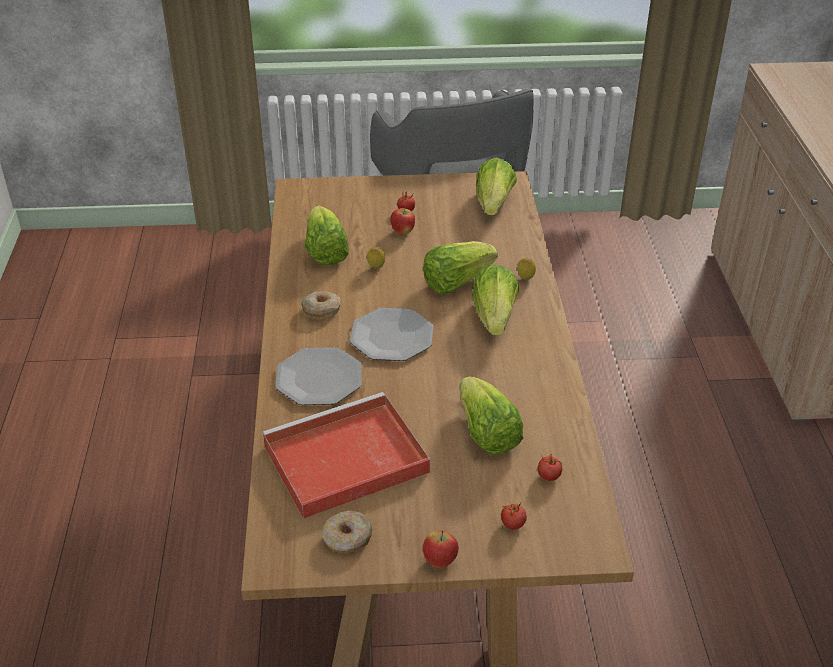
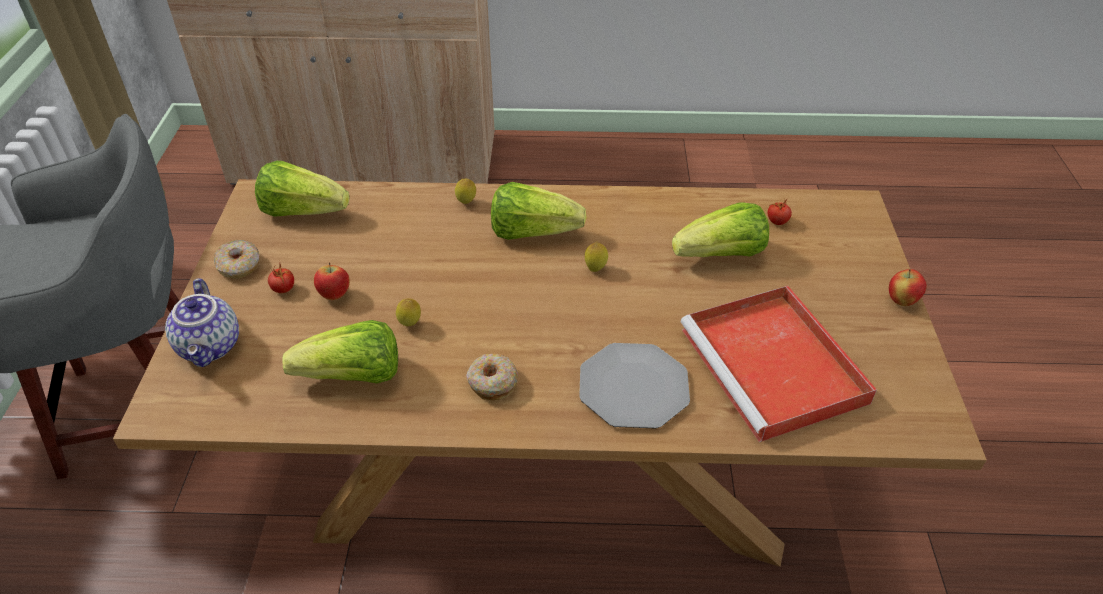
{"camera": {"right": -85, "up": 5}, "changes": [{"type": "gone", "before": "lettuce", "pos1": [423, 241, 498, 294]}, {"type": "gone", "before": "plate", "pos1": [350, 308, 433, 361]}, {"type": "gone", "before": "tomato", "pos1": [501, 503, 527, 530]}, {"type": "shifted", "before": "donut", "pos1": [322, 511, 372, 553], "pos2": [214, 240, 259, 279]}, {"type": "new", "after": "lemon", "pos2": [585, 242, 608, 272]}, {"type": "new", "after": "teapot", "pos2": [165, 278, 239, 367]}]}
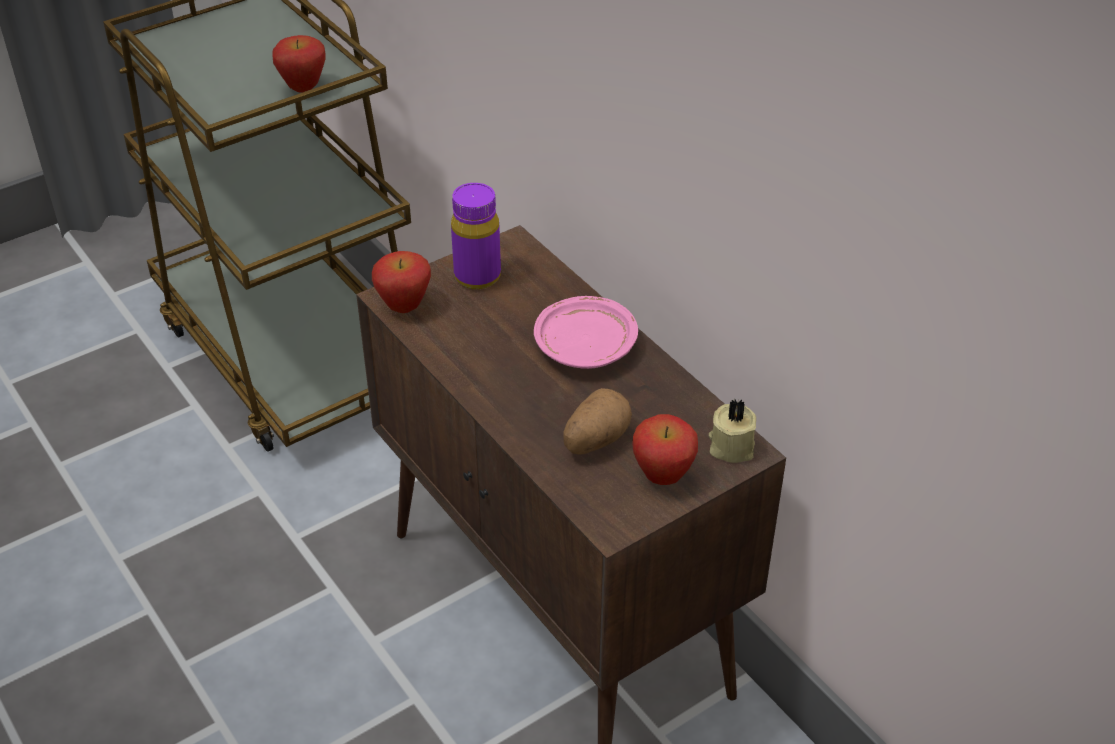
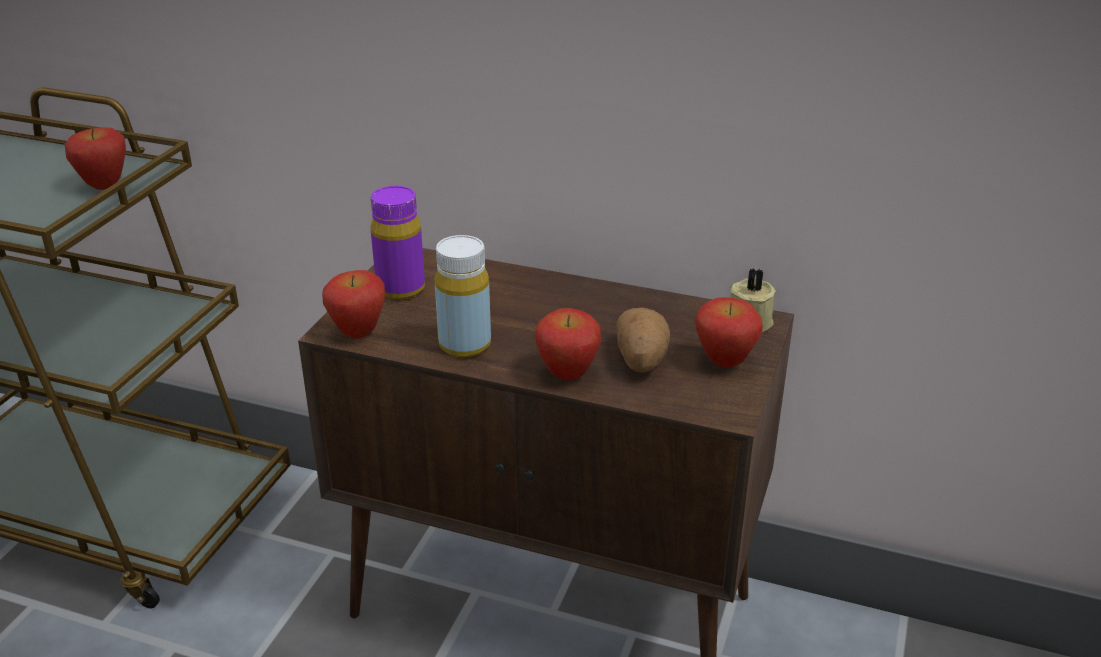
{"camera": {"right": -35, "up": -10}, "changes": [{"type": "gone", "before": "pink plate", "pos1": [534, 296, 638, 369]}, {"type": "new", "after": "yellow bottle", "pos2": [435, 235, 491, 358]}, {"type": "new", "after": "apple", "pos2": [535, 308, 601, 381]}]}
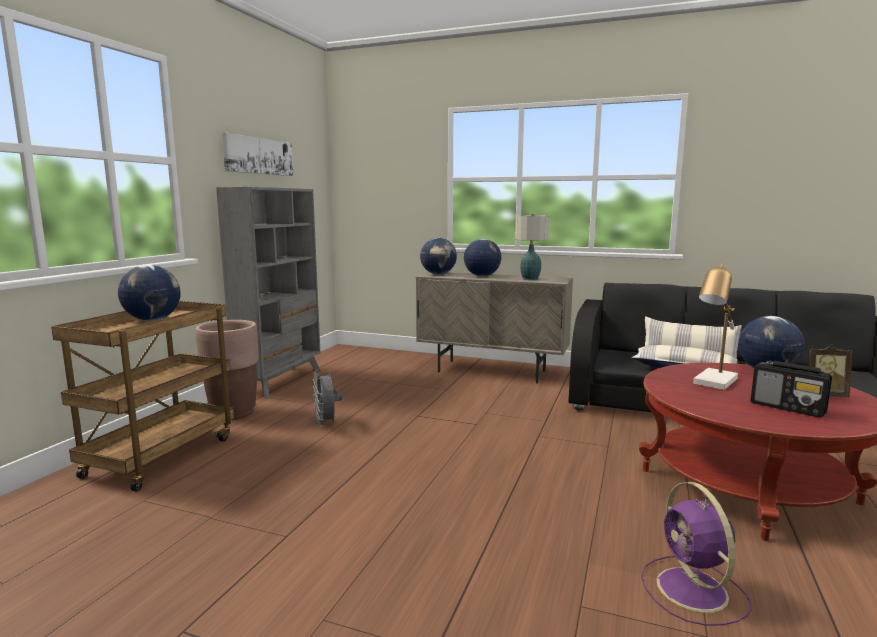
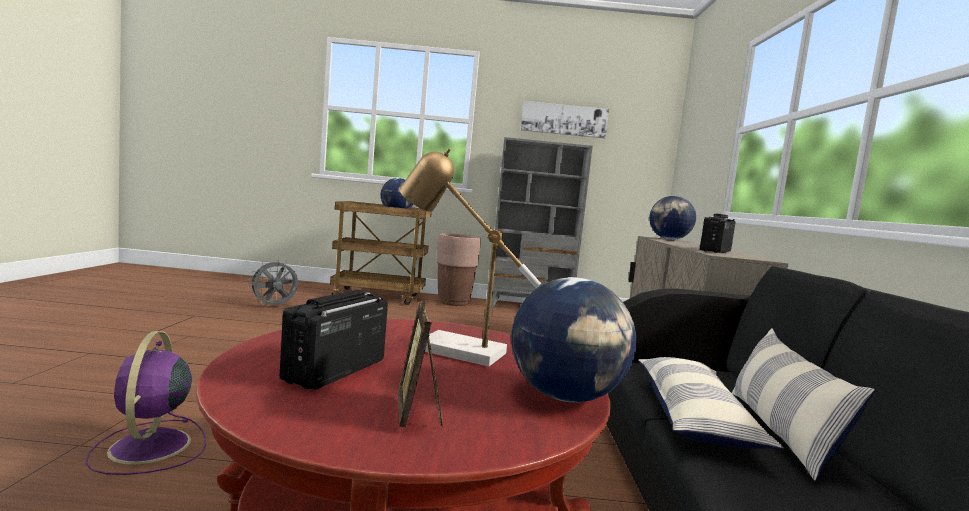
{"camera": {"right": 70, "up": -5}, "changes": [{"type": "swapped", "before": "table lamp", "after": "radio", "pos1": [515, 213, 549, 280], "pos2": [700, 214, 735, 253]}, {"type": "gone", "before": "globe", "pos1": [464, 239, 501, 276]}, {"type": "shifted", "before": "grey fan", "pos1": [313, 370, 342, 427], "pos2": [248, 259, 298, 305]}, {"type": "rotated", "before": "purple fan", "pos1": [641, 482, 752, 626], "pos2": [85, 331, 206, 475], "turn": -75}]}
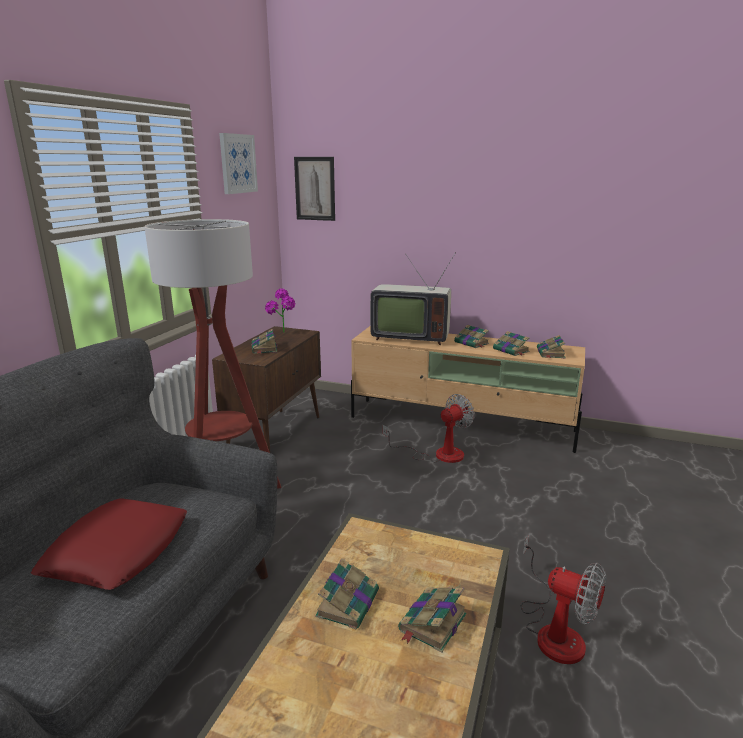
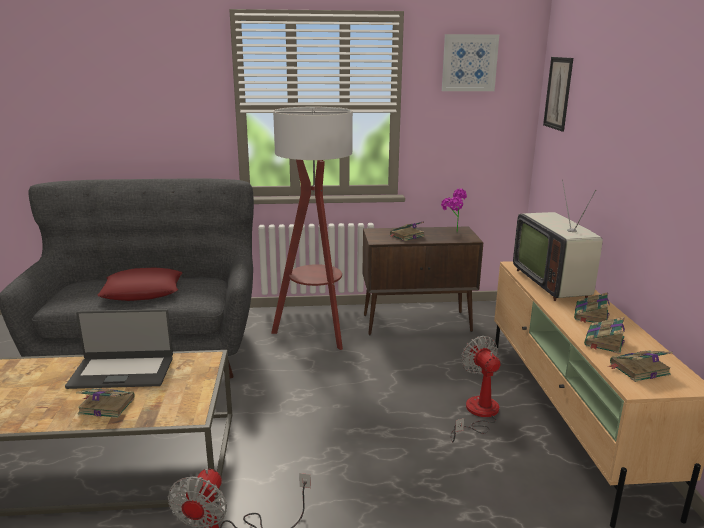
{"camera": {"right": 65, "up": 0}, "changes": [{"type": "rotated", "before": "fan", "pos1": [383, 394, 475, 463], "pos2": [450, 336, 501, 442], "turn": -135}, {"type": "swapped", "before": "book", "after": "laptop", "pos1": [315, 558, 379, 629], "pos2": [65, 309, 173, 389]}]}
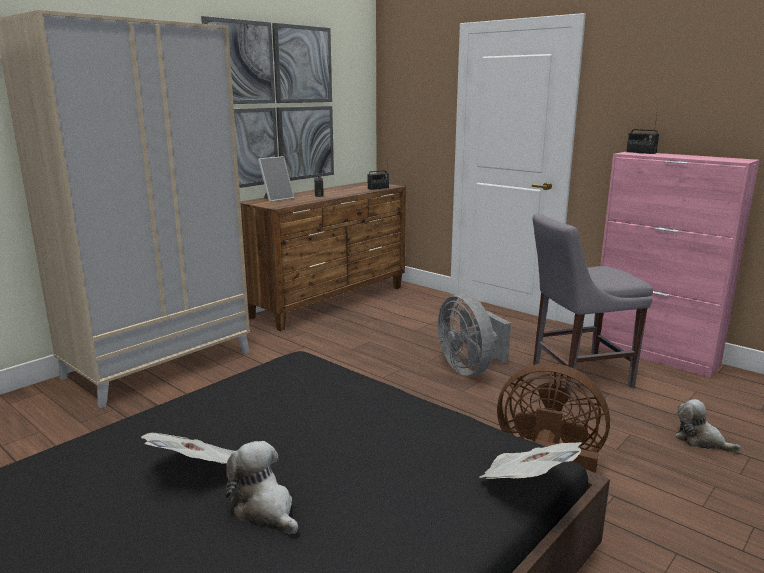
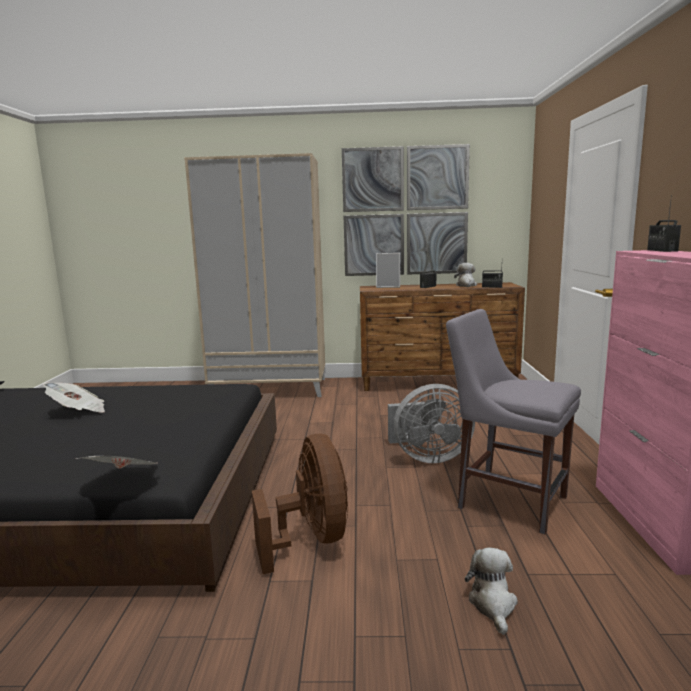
{"camera": {"right": 50, "up": -5}, "changes": [{"type": "rotated", "before": "grey fan", "pos1": [438, 294, 511, 376], "pos2": [388, 384, 475, 463], "turn": -120}, {"type": "shifted", "before": "plush toy", "pos1": [225, 441, 298, 534], "pos2": [454, 263, 477, 287]}]}
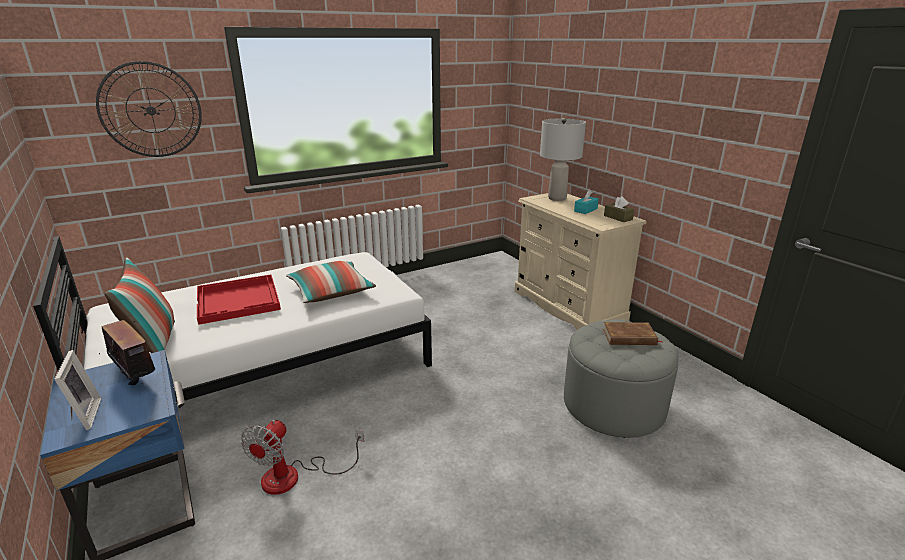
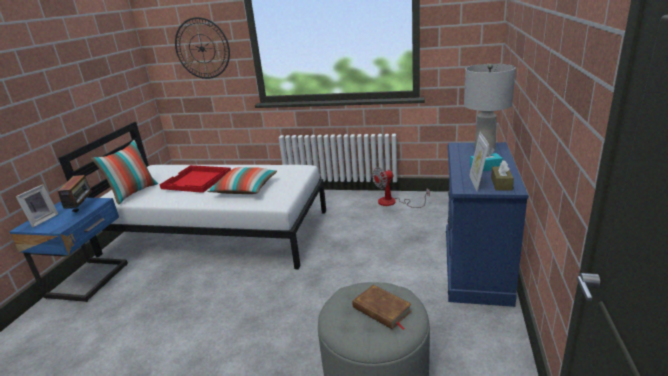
{"camera": {"right": 45, "up": 0}, "changes": [{"type": "repainted", "before": "beige dresser", "after": "blue dresser", "pos1": [515, 193, 647, 330], "pos2": [446, 142, 529, 307]}, {"type": "shifted", "before": "fan", "pos1": [241, 420, 364, 495], "pos2": [372, 167, 430, 208]}, {"type": "new", "after": "picture frame", "pos2": [469, 132, 489, 192]}]}
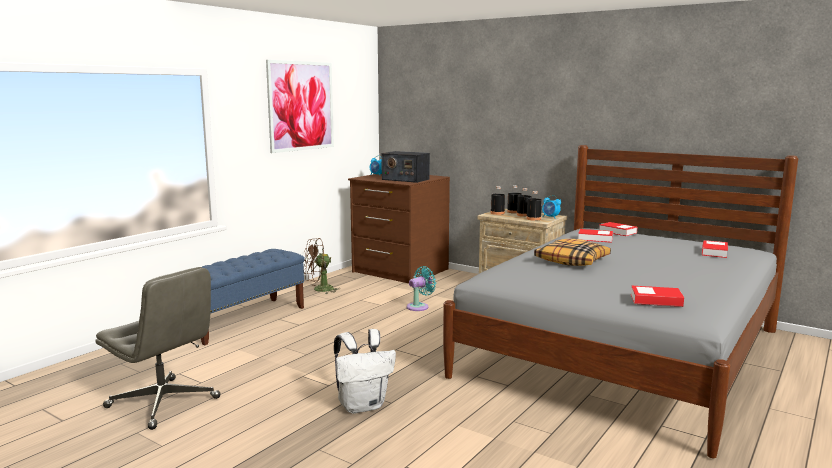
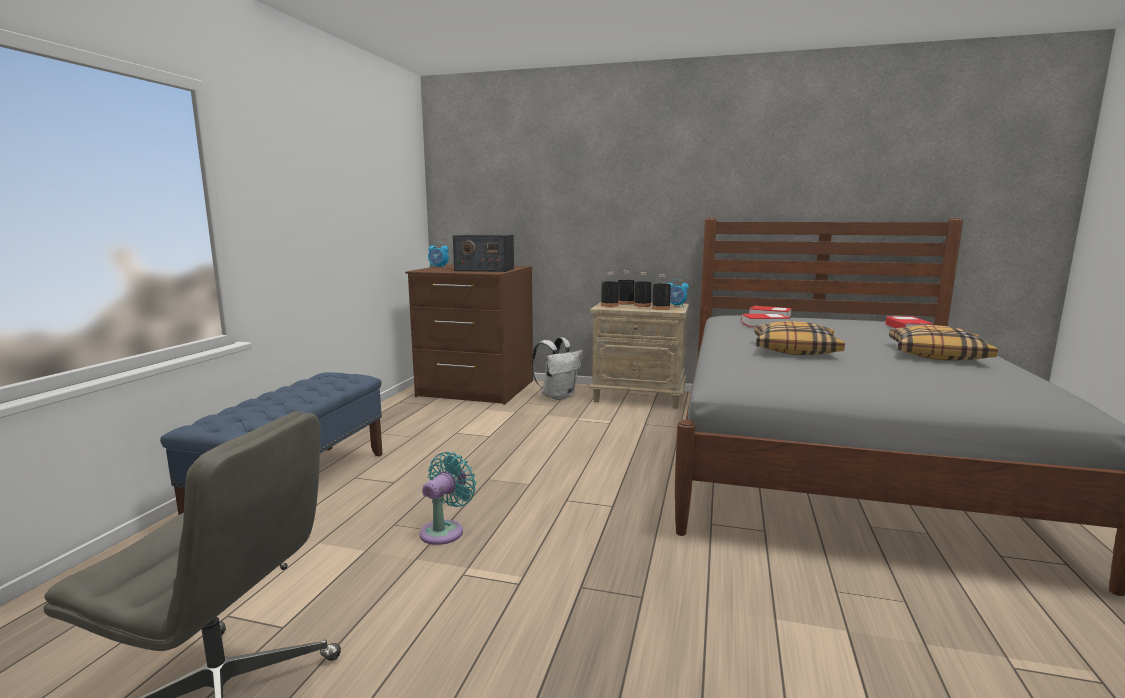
{"camera": {"right": -20, "up": 0}, "changes": [{"type": "gone", "before": "picture", "pos1": [266, 60, 334, 153]}, {"type": "gone", "before": "brown fan", "pos1": [305, 238, 341, 294]}, {"type": "shifted", "before": "turquoise fan", "pos1": [407, 266, 436, 311], "pos2": [420, 452, 476, 545]}, {"type": "gone", "before": "book", "pos1": [631, 286, 684, 307]}, {"type": "shifted", "before": "white backpack", "pos1": [334, 329, 396, 414], "pos2": [532, 337, 583, 400]}, {"type": "new", "after": "pillow", "pos2": [889, 325, 998, 361]}]}
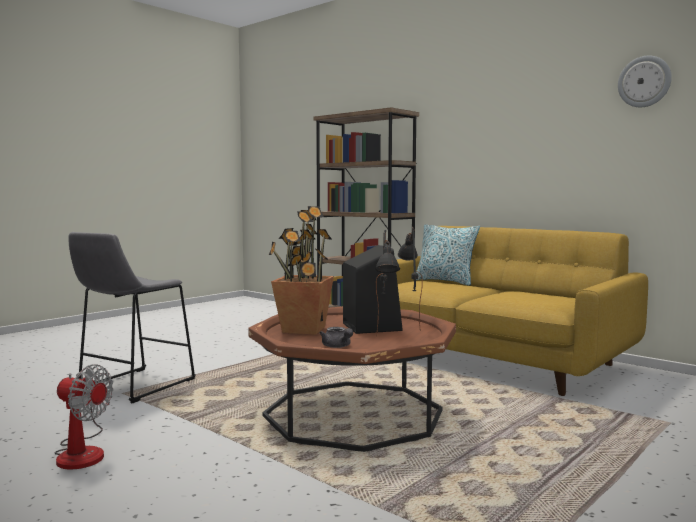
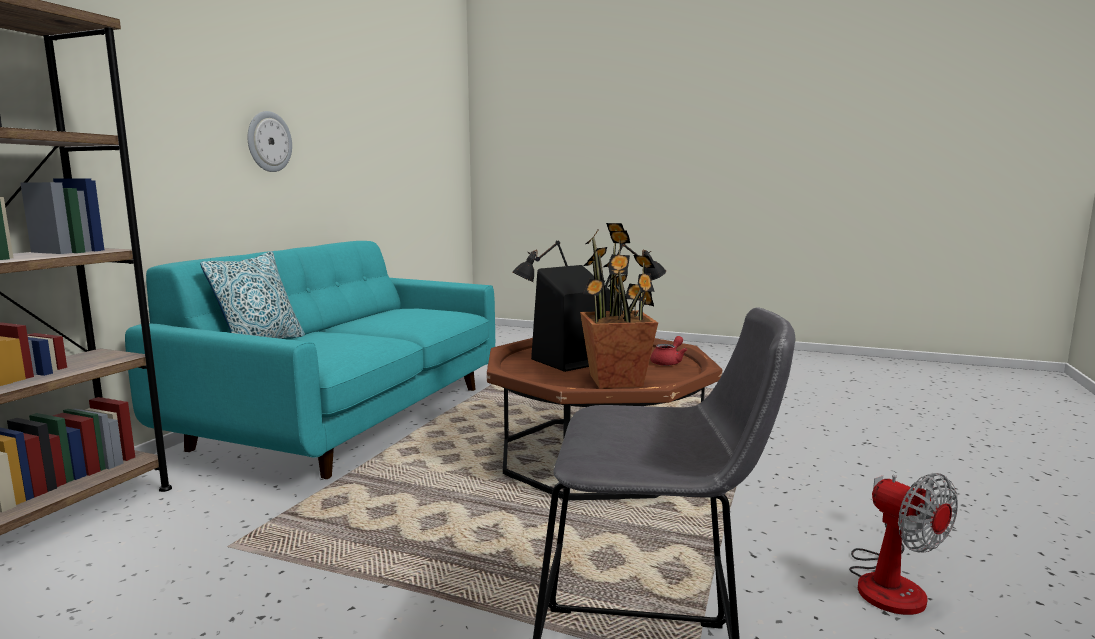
{"camera": {"right": -110, "up": 5}, "changes": [{"type": "shifted", "before": "wall clock", "pos1": [618, 56, 672, 107], "pos2": [248, 111, 292, 172]}, {"type": "repainted", "before": "yellow sofa", "after": "turquoise sofa", "pos1": [396, 226, 648, 396], "pos2": [125, 241, 495, 479]}, {"type": "repainted", "before": "grey teapot", "after": "red teapot", "pos1": [320, 327, 353, 348], "pos2": [650, 336, 687, 366]}, {"type": "rotated", "before": "fan", "pos1": [55, 365, 113, 470], "pos2": [849, 473, 958, 615], "turn": 150}]}
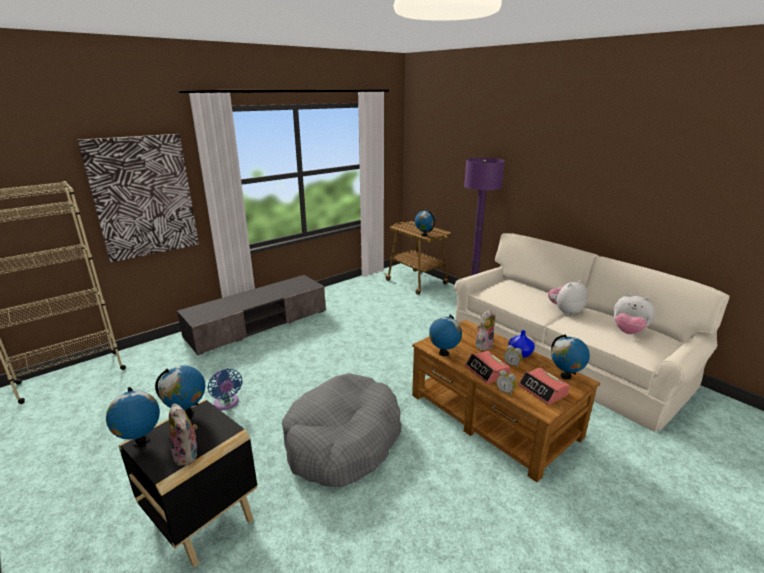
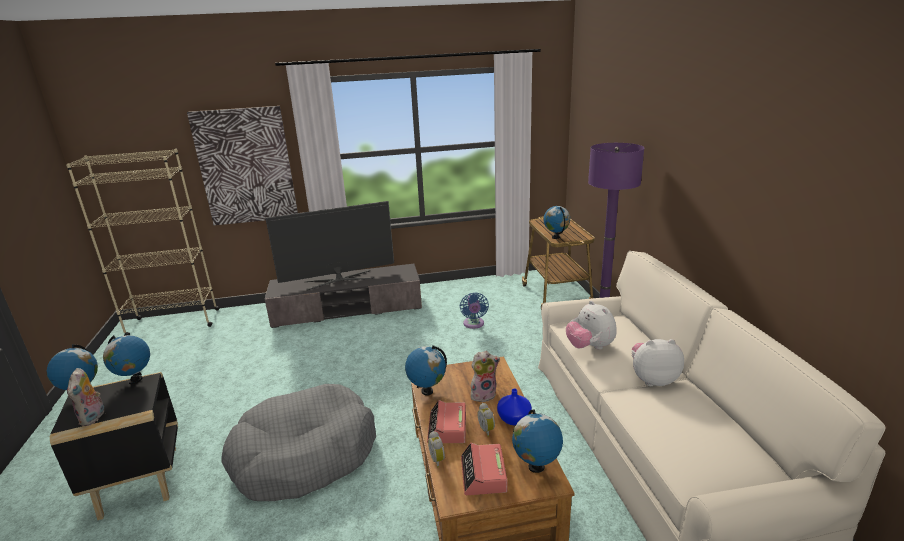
{"camera": {"right": 30, "up": 0}, "changes": [{"type": "shifted", "before": "plush toy", "pos1": [613, 293, 655, 334], "pos2": [566, 301, 617, 350]}, {"type": "shifted", "before": "blue fan", "pos1": [208, 368, 243, 410], "pos2": [460, 292, 489, 329]}, {"type": "new", "after": "television", "pos2": [265, 201, 394, 290]}]}
